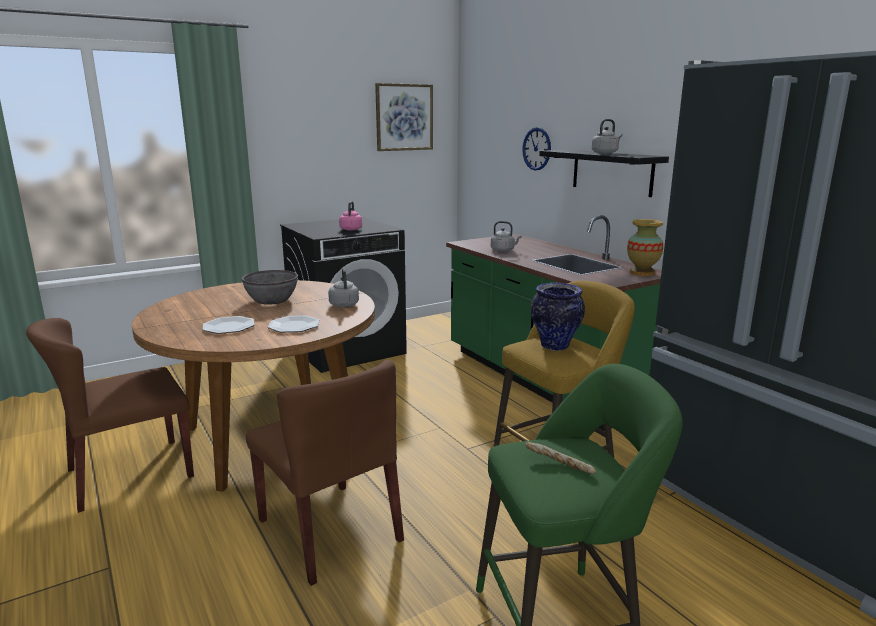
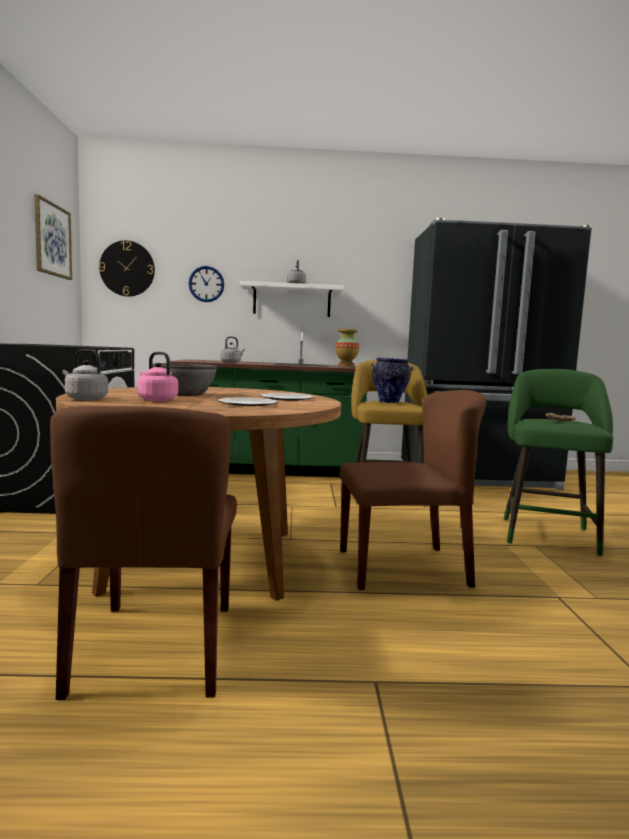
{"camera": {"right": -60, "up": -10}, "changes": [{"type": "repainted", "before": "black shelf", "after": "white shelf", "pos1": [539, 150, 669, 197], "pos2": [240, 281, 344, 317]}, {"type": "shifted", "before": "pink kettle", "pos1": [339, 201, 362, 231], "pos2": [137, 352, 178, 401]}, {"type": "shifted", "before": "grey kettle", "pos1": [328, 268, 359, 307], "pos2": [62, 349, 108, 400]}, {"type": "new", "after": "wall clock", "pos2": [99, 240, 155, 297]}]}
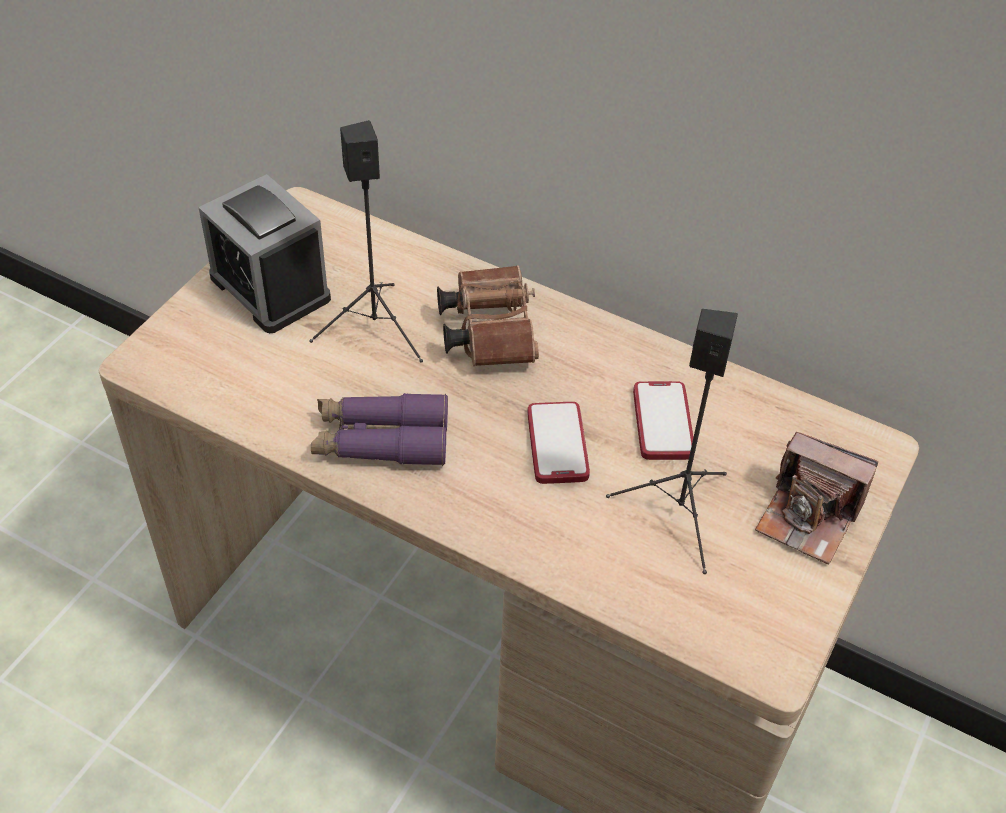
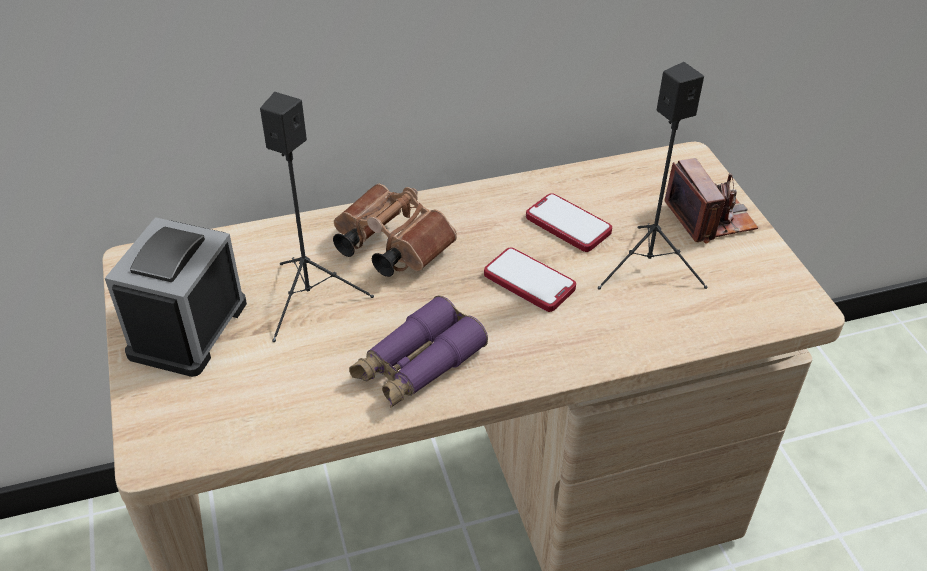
{"camera": {"right": -45, "up": -5}, "changes": [{"type": "rotated", "before": "alarm clock", "pos1": [198, 174, 331, 333], "pos2": [105, 217, 247, 377], "turn": 105}, {"type": "rotated", "before": "photo camera", "pos1": [755, 432, 878, 564], "pos2": [664, 158, 758, 244], "turn": -90}]}
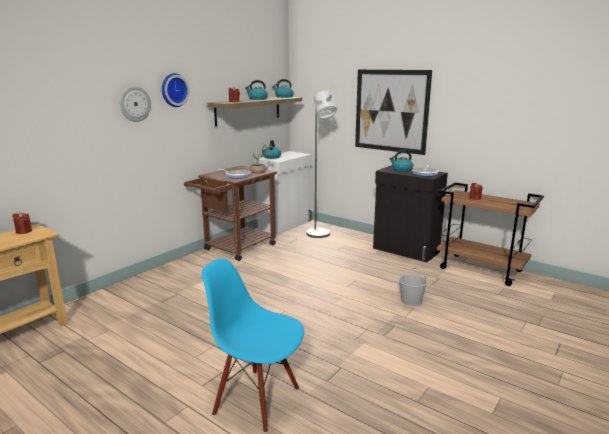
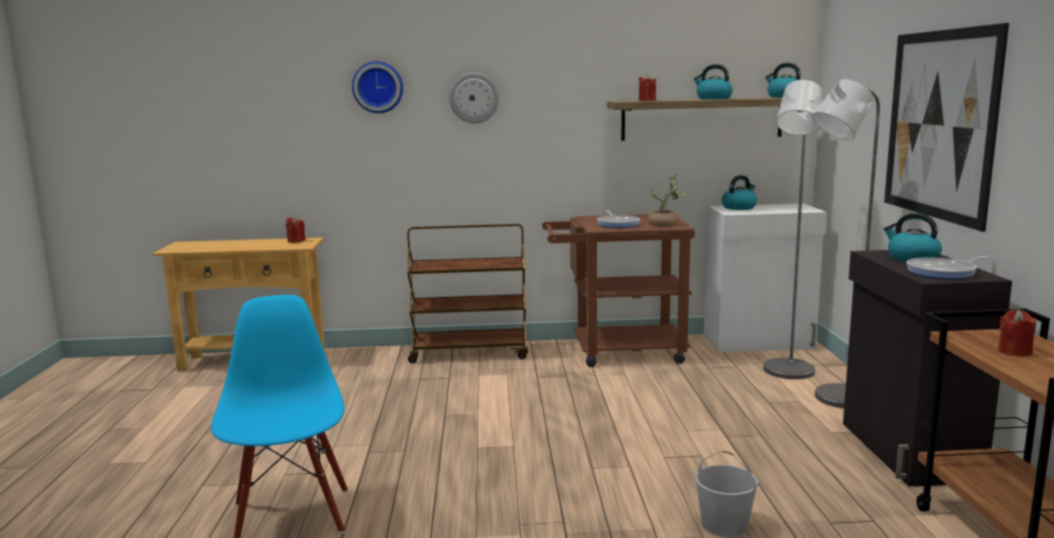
{"camera": {"right": 50, "up": -5}, "changes": [{"type": "shifted", "before": "wall clock", "pos1": [162, 73, 190, 107], "pos2": [352, 61, 403, 113]}, {"type": "new", "after": "grey floor lamp", "pos2": [812, 79, 880, 408]}, {"type": "new", "after": "brown cart", "pos2": [407, 224, 528, 363]}]}
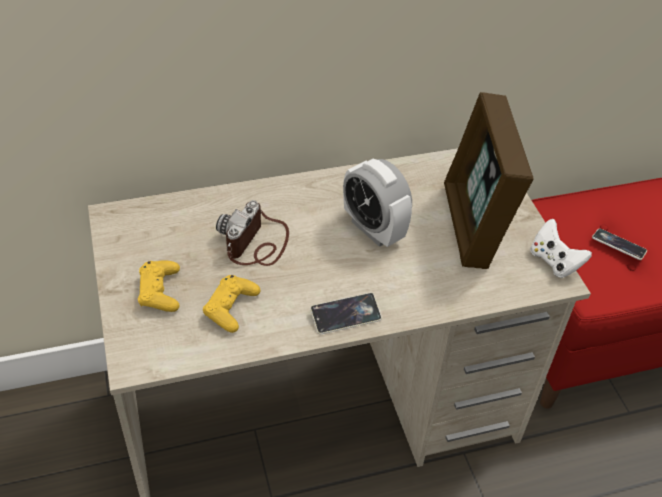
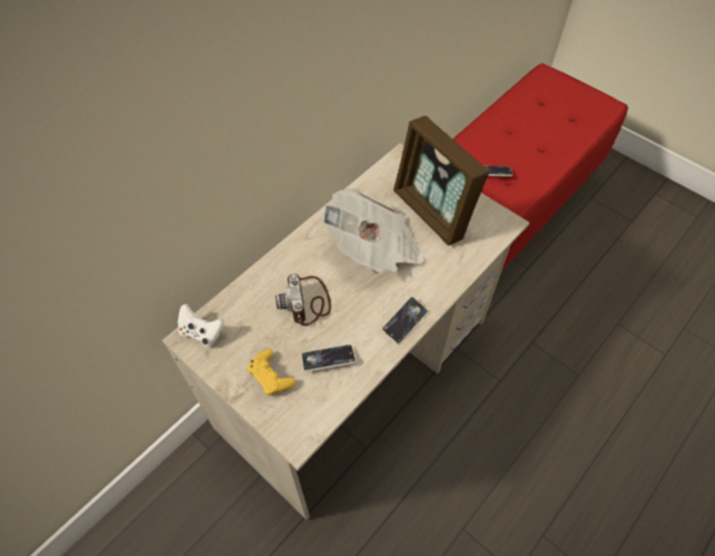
{"camera": {"right": -30, "up": 10}, "changes": [{"type": "swapped", "before": "alarm clock", "after": "newspaper", "pos1": [343, 159, 412, 247], "pos2": [320, 188, 424, 273]}, {"type": "shifted", "before": "white game controller", "pos1": [530, 219, 592, 278], "pos2": [178, 304, 224, 347]}, {"type": "swapped", "before": "yellow game controller", "after": "phone", "pos1": [203, 275, 260, 333], "pos2": [301, 344, 356, 372]}]}
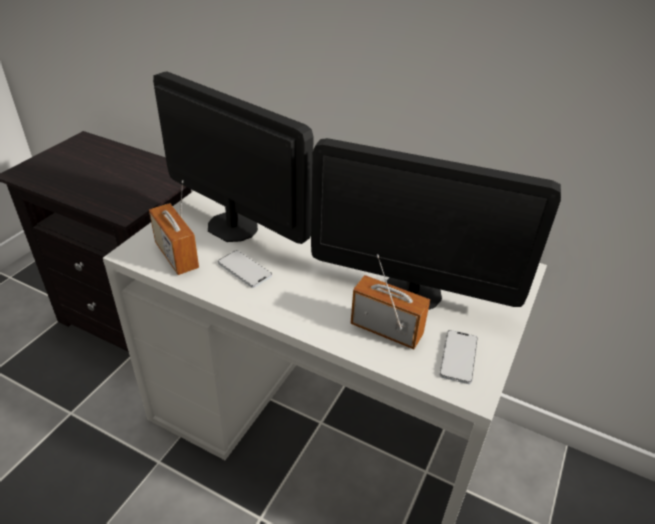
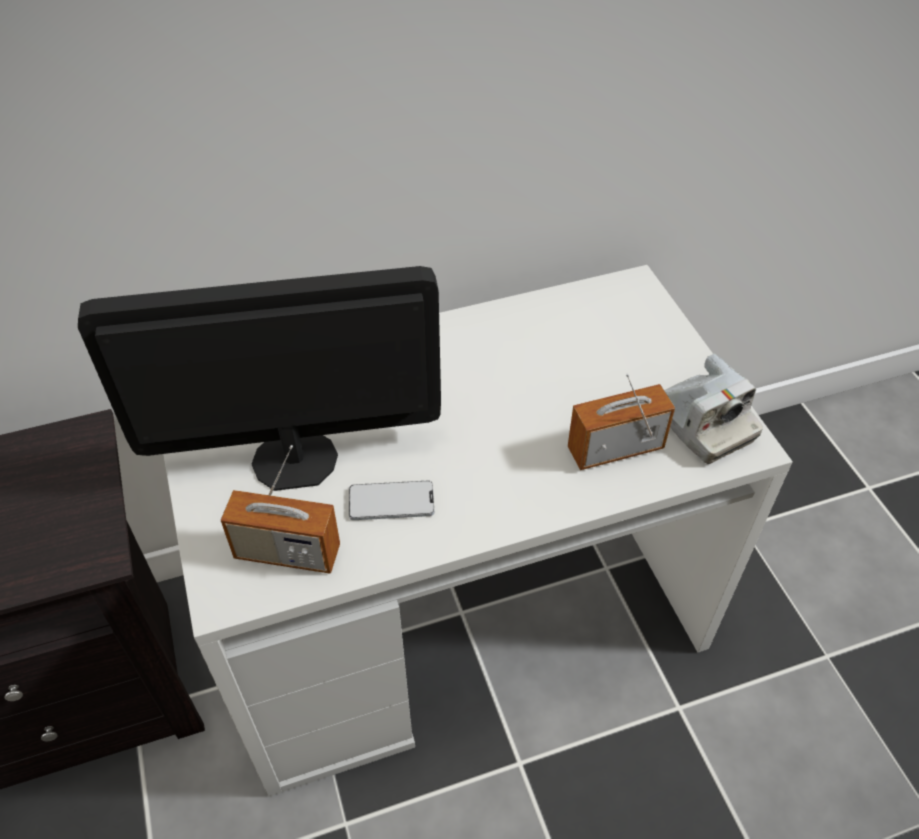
{"camera": {"right": -45, "up": 10}, "changes": [{"type": "gone", "before": "monitor", "pos1": [311, 138, 561, 310]}, {"type": "swapped", "before": "phone", "after": "photo camera", "pos1": [439, 330, 478, 384], "pos2": [664, 354, 763, 464]}]}
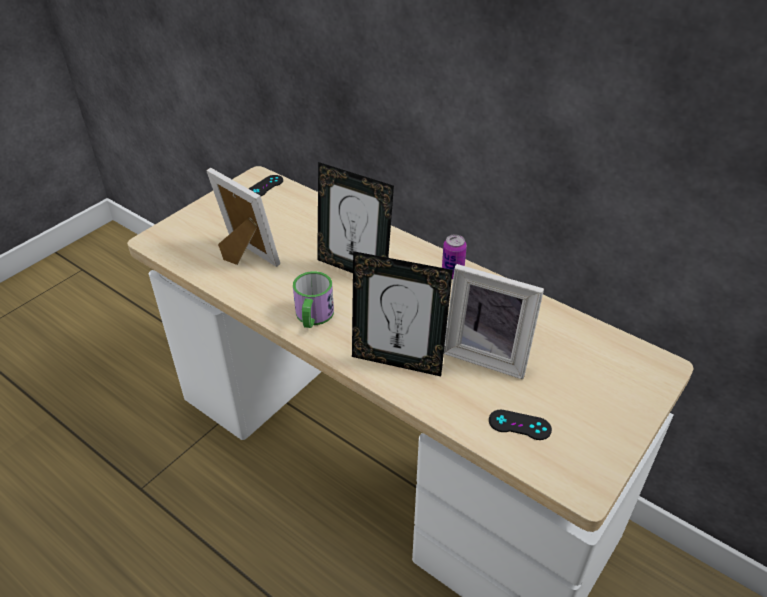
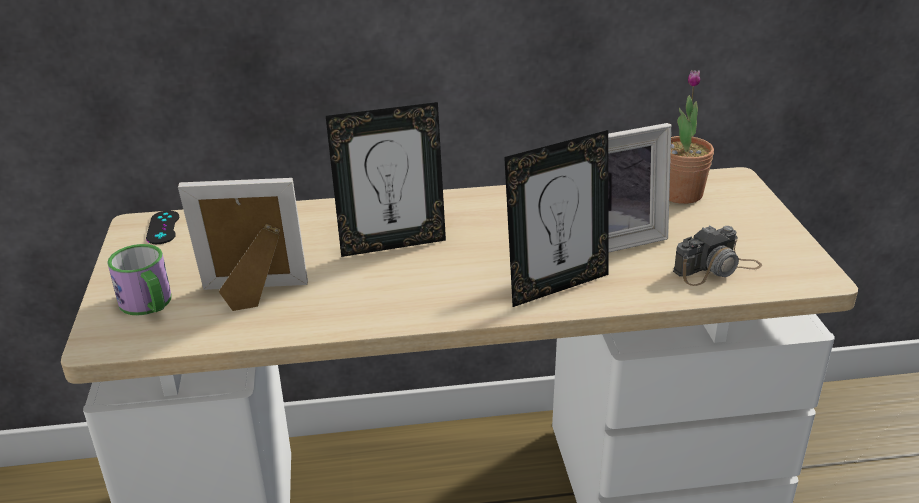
{"camera": {"right": -45, "up": -10}, "changes": [{"type": "gone", "before": "can", "pos1": [442, 235, 467, 279]}, {"type": "shifted", "before": "mug", "pos1": [293, 271, 334, 328], "pos2": [107, 244, 172, 316]}, {"type": "swapped", "before": "black game controller", "after": "photo camera", "pos1": [489, 409, 552, 440], "pos2": [673, 225, 762, 286]}, {"type": "new", "after": "potted plant", "pos2": [669, 70, 714, 204]}]}
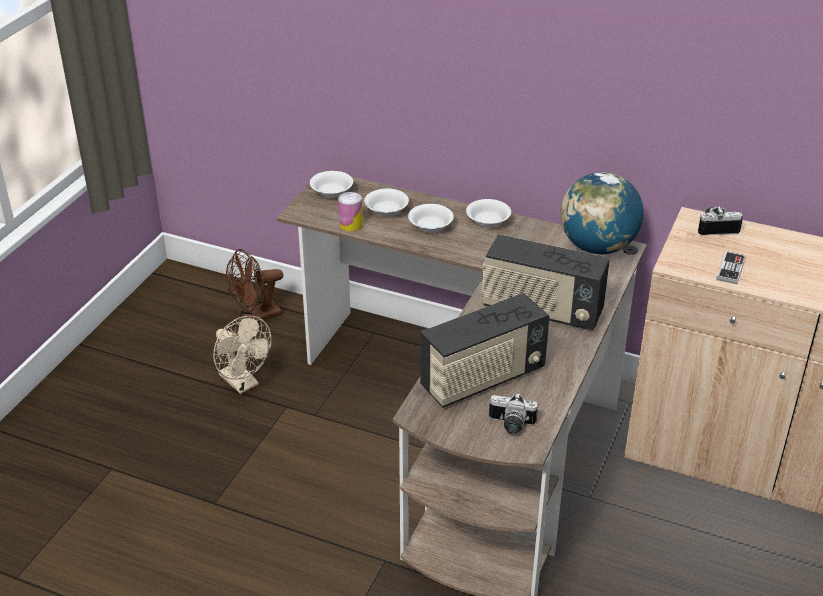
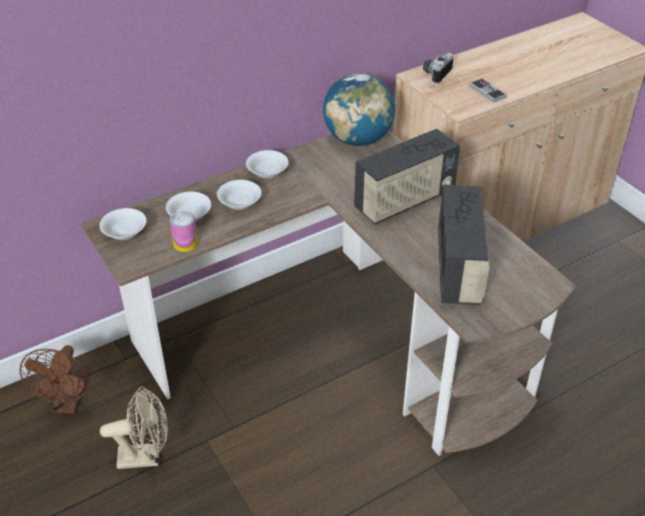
{"camera": {"right": -55, "up": 5}, "changes": [{"type": "gone", "before": "photo camera", "pos1": [489, 393, 538, 434]}]}
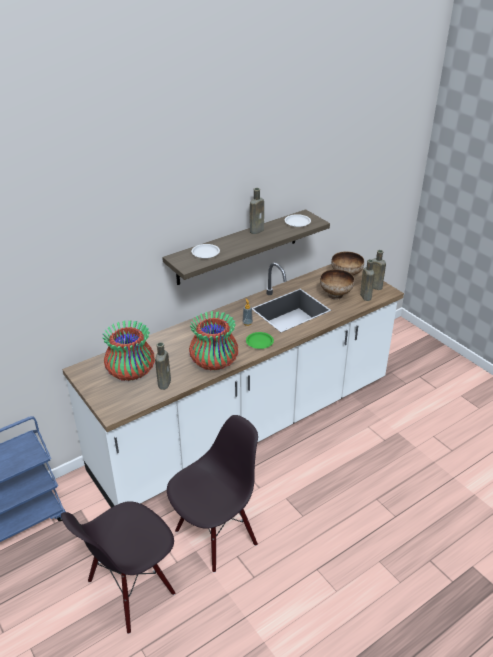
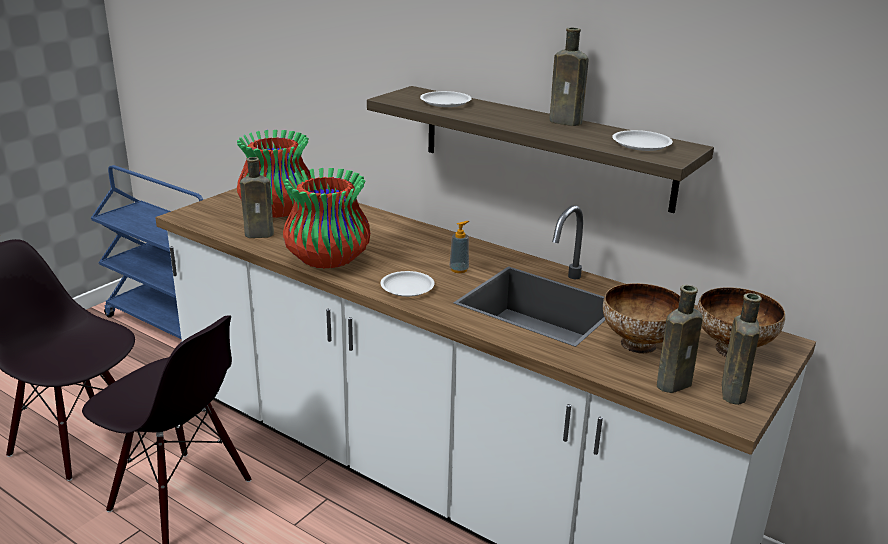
{"camera": {"right": 70, "up": -10}, "changes": [{"type": "repainted", "before": "green plate", "after": "white plate", "pos1": [246, 332, 274, 349], "pos2": [380, 271, 435, 297]}]}
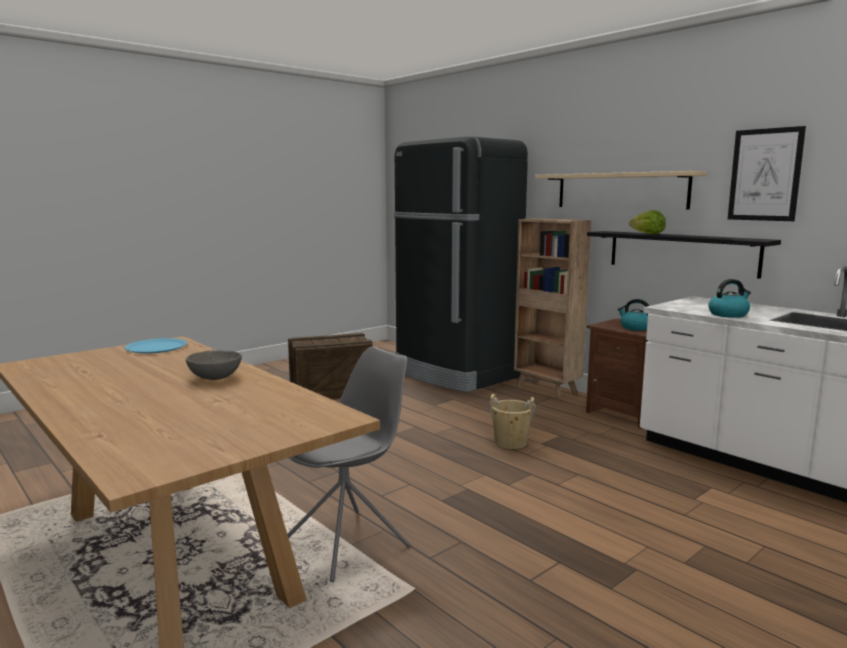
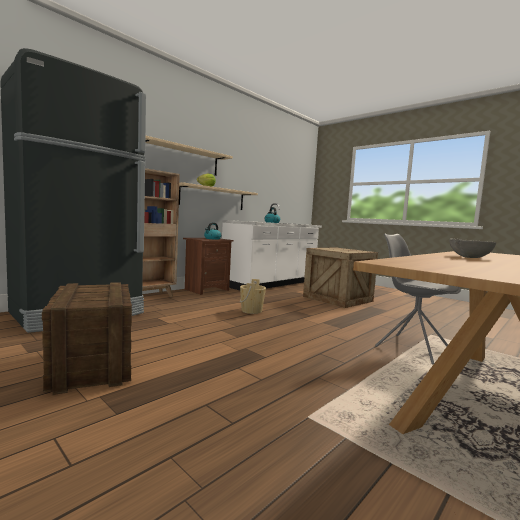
{"camera": {"right": -95, "up": -5}, "changes": [{"type": "gone", "before": "picture", "pos1": [728, 126, 806, 221]}, {"type": "repainted", "before": "black shelf", "after": "beige shelf", "pos1": [587, 231, 781, 279], "pos2": [179, 182, 258, 210]}, {"type": "gone", "before": "blue plate", "pos1": [125, 338, 187, 354]}, {"type": "new", "after": "crate", "pos2": [303, 248, 378, 308]}]}
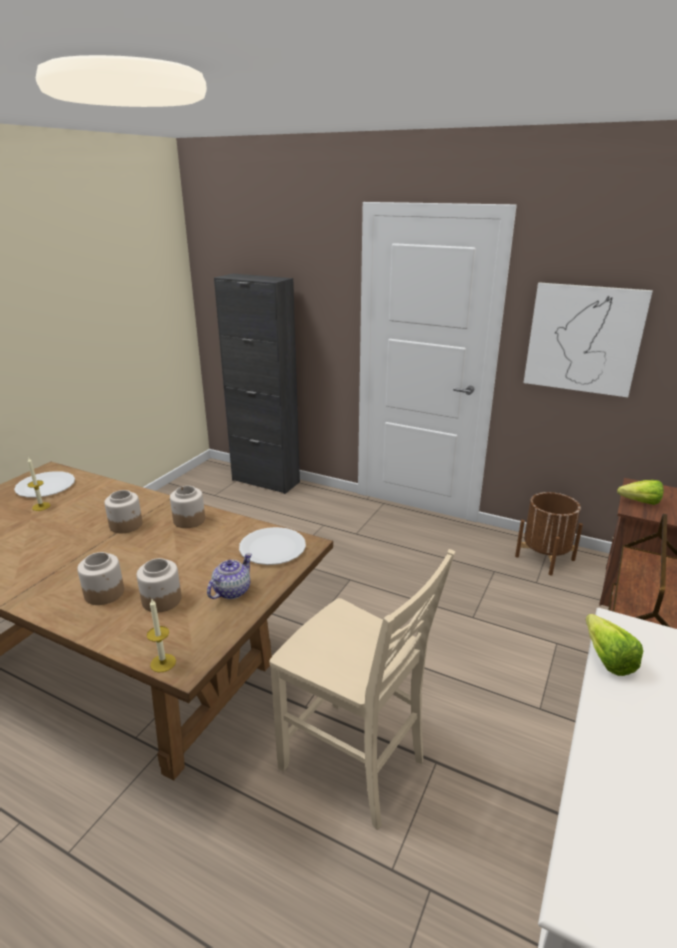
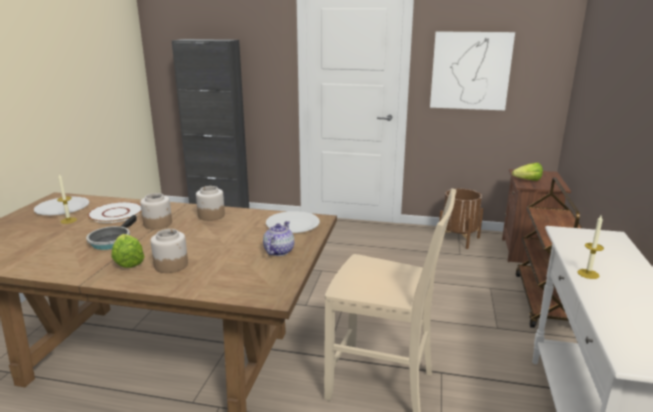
{"camera": {"right": -15, "up": -5}, "changes": [{"type": "gone", "before": "jar", "pos1": [137, 558, 182, 612]}, {"type": "shifted", "before": "candle", "pos1": [147, 599, 176, 673], "pos2": [578, 215, 604, 279]}, {"type": "shifted", "before": "lettuce", "pos1": [586, 614, 643, 676], "pos2": [111, 234, 144, 268]}, {"type": "new", "after": "white plate", "pos2": [88, 202, 141, 223]}, {"type": "new", "after": "frying pan", "pos2": [86, 215, 137, 250]}]}
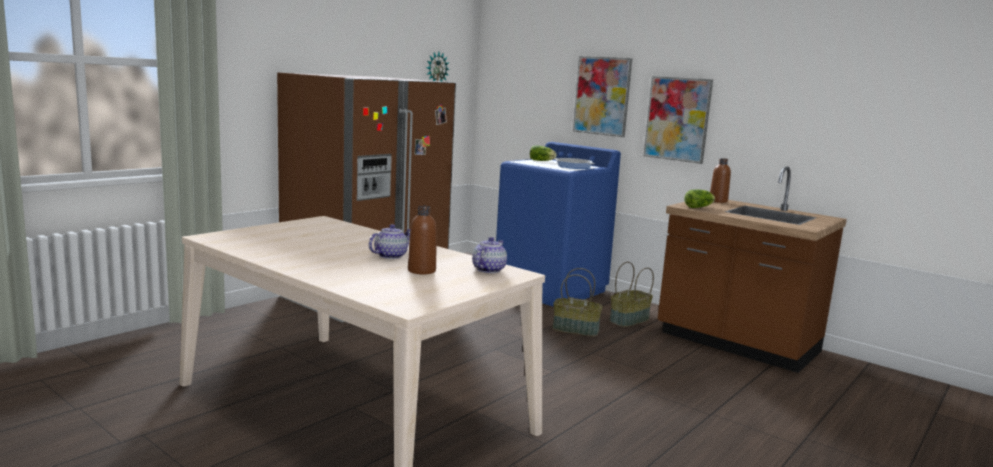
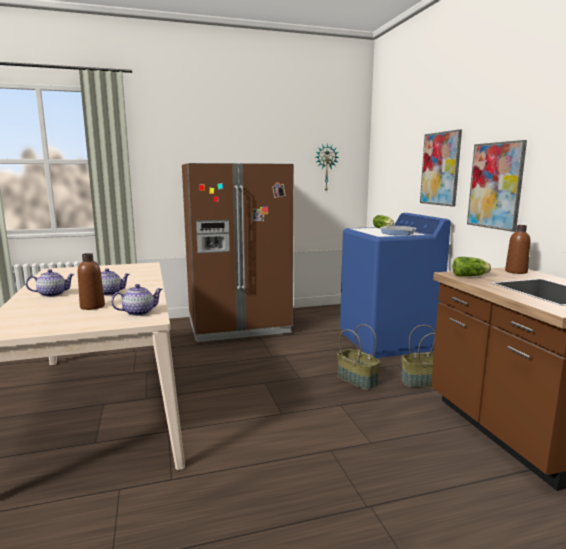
{"camera": {"right": 35, "up": 0}, "changes": [{"type": "new", "after": "teapot", "pos2": [26, 269, 75, 297]}]}
